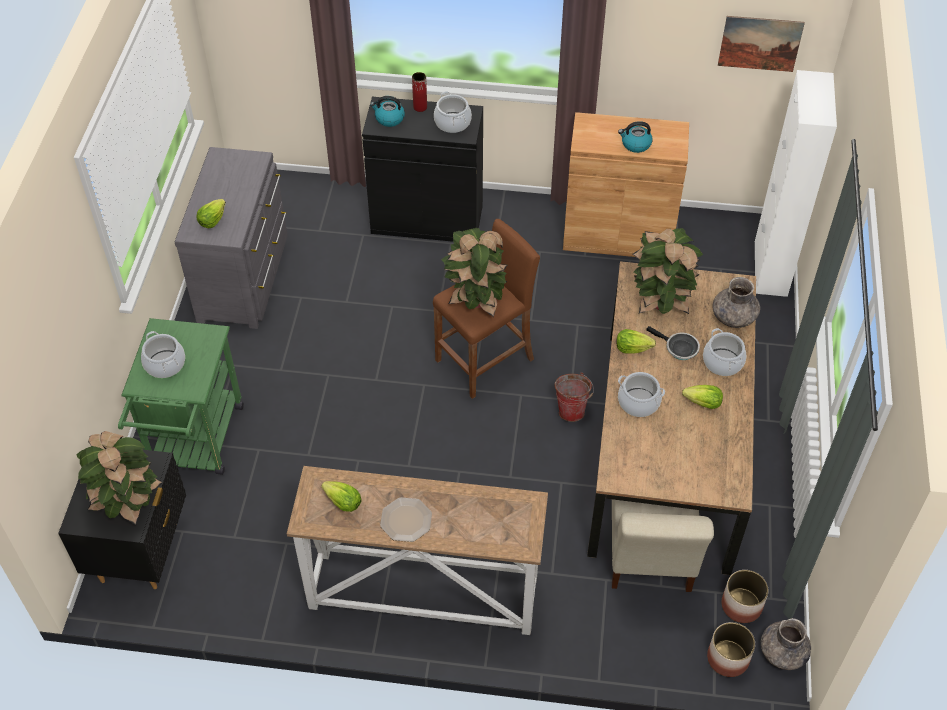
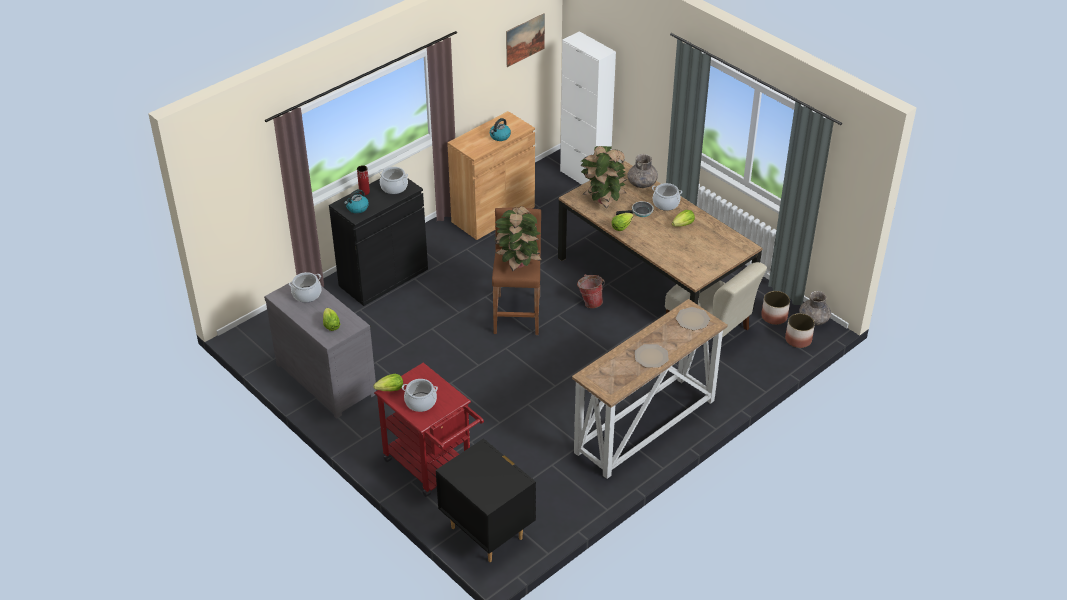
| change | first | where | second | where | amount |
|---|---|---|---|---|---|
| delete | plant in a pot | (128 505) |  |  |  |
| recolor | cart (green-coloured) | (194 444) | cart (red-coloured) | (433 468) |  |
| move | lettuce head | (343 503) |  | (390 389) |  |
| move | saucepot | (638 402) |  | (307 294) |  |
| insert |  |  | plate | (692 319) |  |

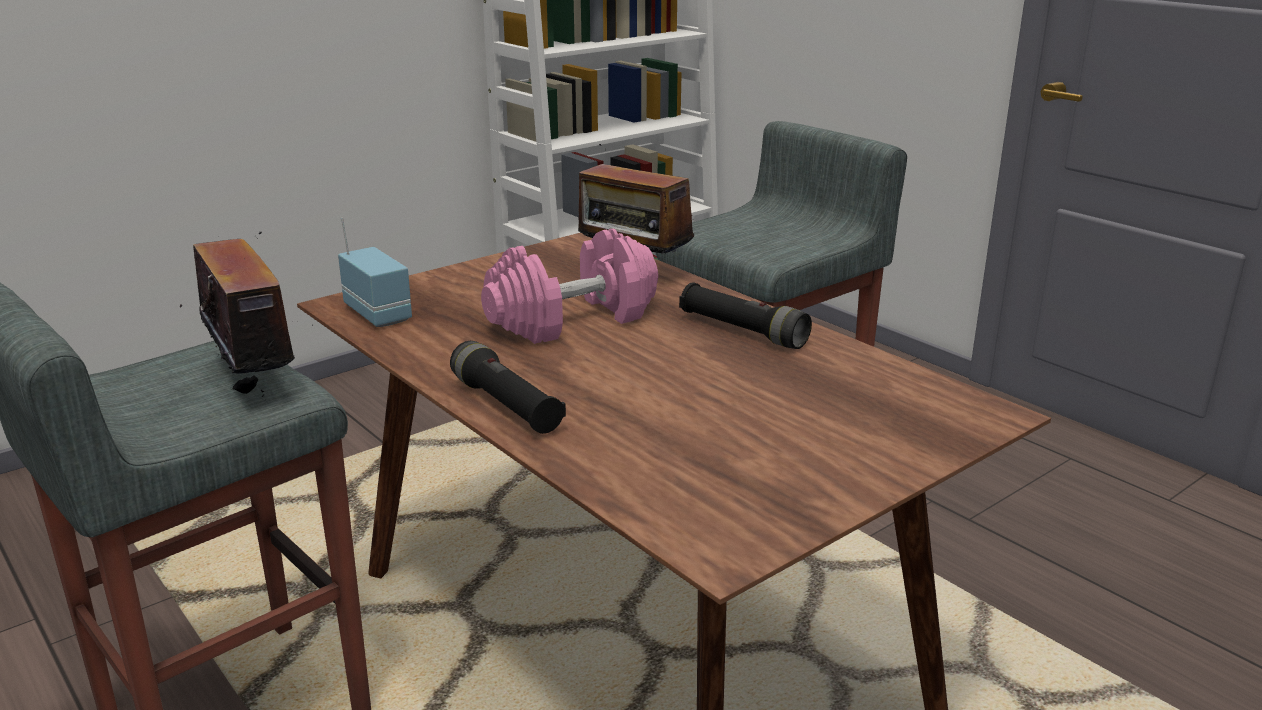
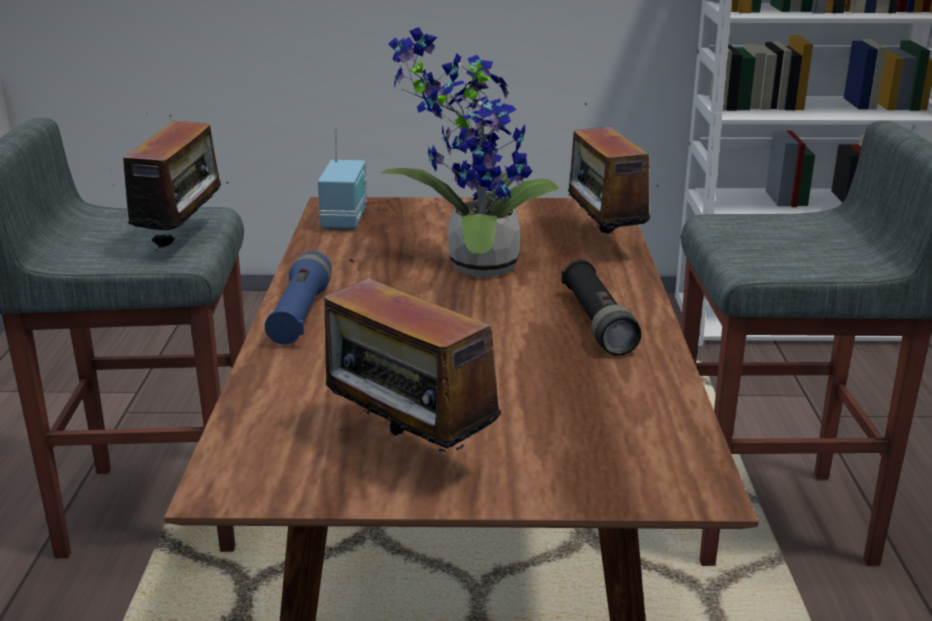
| change | first | where | second | where | amount |
|---|---|---|---|---|---|
| recolor | flashlight (blackish) | (506 405) | flashlight (bluish) | (300 315) |  |
| replace | hand weight (pink) | (572 319) | plant in a pot | (473 266) |  |
| insert |  |  | radio | (408 452) |  |

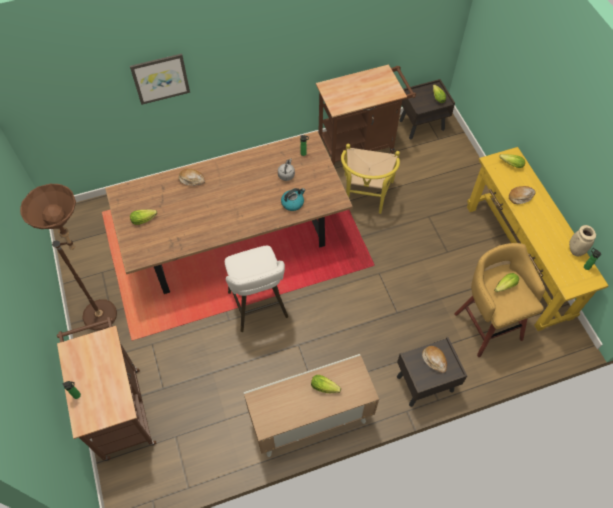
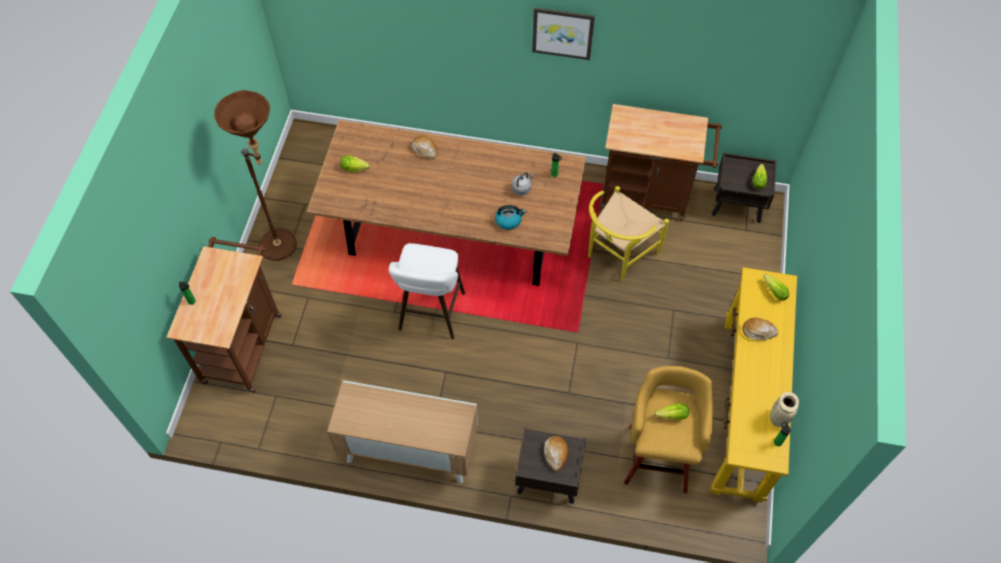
| change | first | where | second | where | amount |
|---|---|---|---|---|---|
| move | wall art | (160 78) |  | (562 32) |  |
| delete | lettuce head | (326 387) |  |  |  |

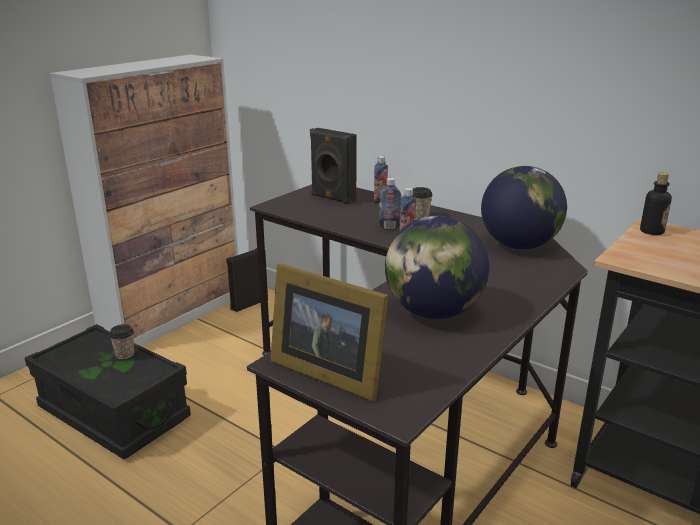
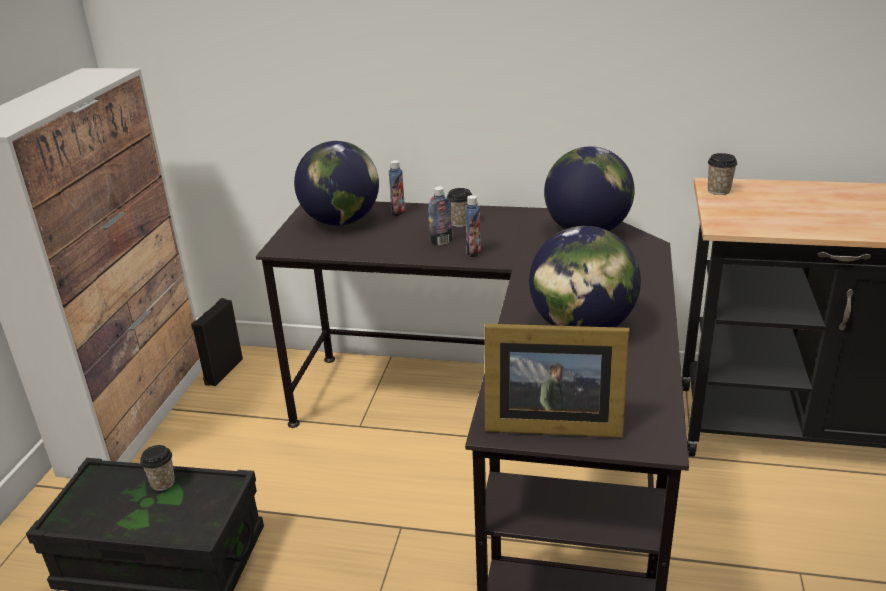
| change | first | where | second | where | amount |
|---|---|---|---|---|---|
| replace | audio speaker (blackish) | (332 198) | world globe | (341 221) |  |
| replace | beverage bottle | (651 231) | cup | (718 191) |  |

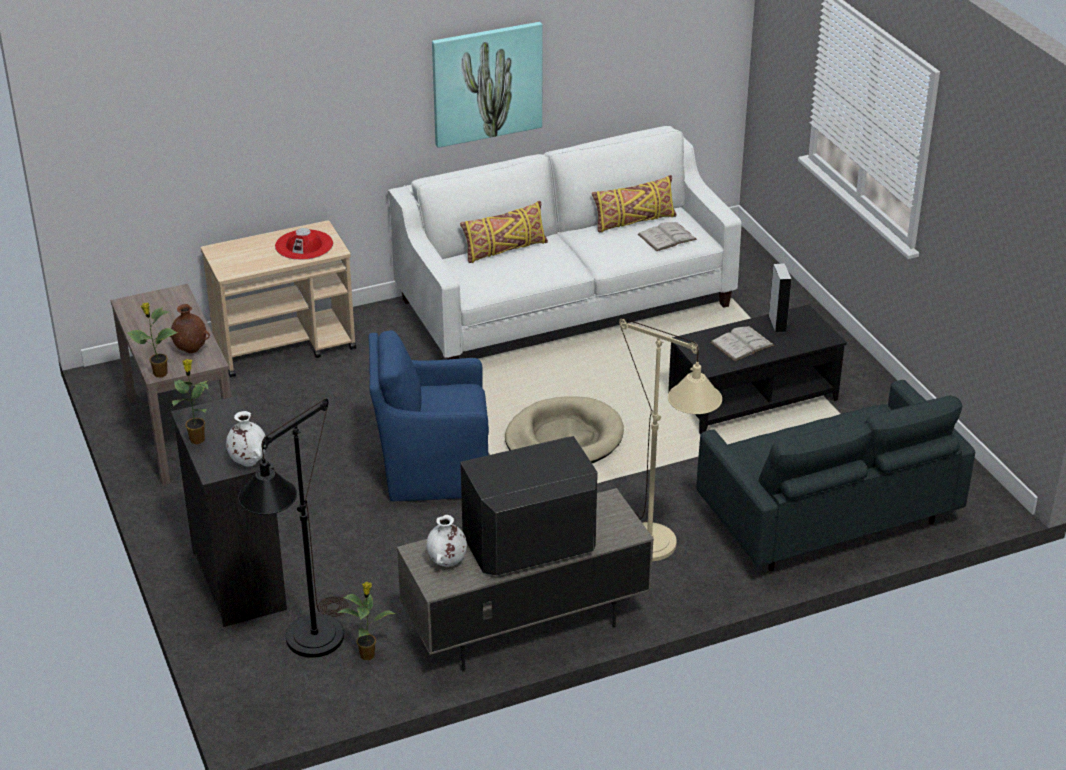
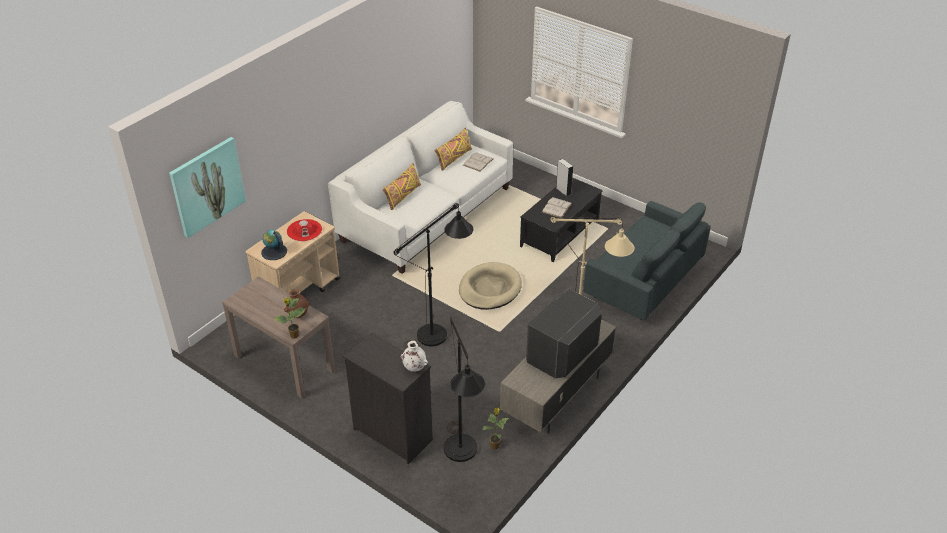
| change | first | where | second | where | amount |
|---|---|---|---|---|---|
| delete | plant in a pot | (197 438) |  |  |  |
| replace | armchair (bluish) | (431 470) | standard lamp (blackish) | (439 332) |  |
| delete | decorative vase (white) | (447 563) |  |  |  |
| move | wall art | (486 83) |  | (207 186) |  |
| insert |  |  | world globe | (274 252) |  |

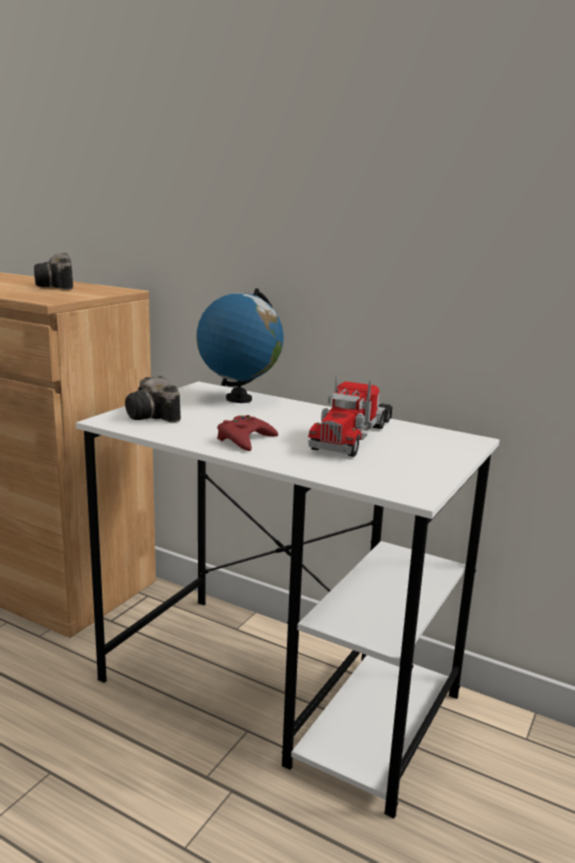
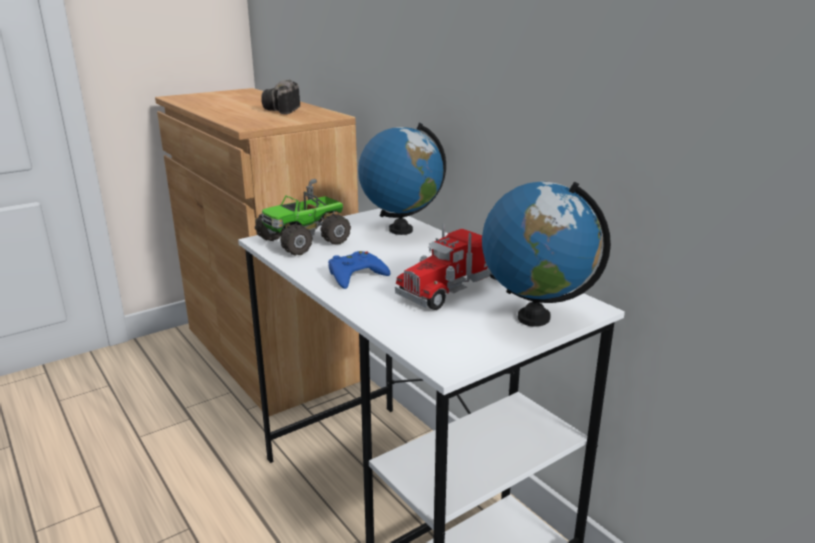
| change | first | where | second | where | amount |
|---|---|---|---|---|---|
| replace | still camera | (153 416) | toy truck | (305 241) |  |
| recolor | gamepad (red-coloured) | (245 439) | gamepad (bluish) | (356 275) |  |
| insert |  |  | world globe | (534 317) |  |

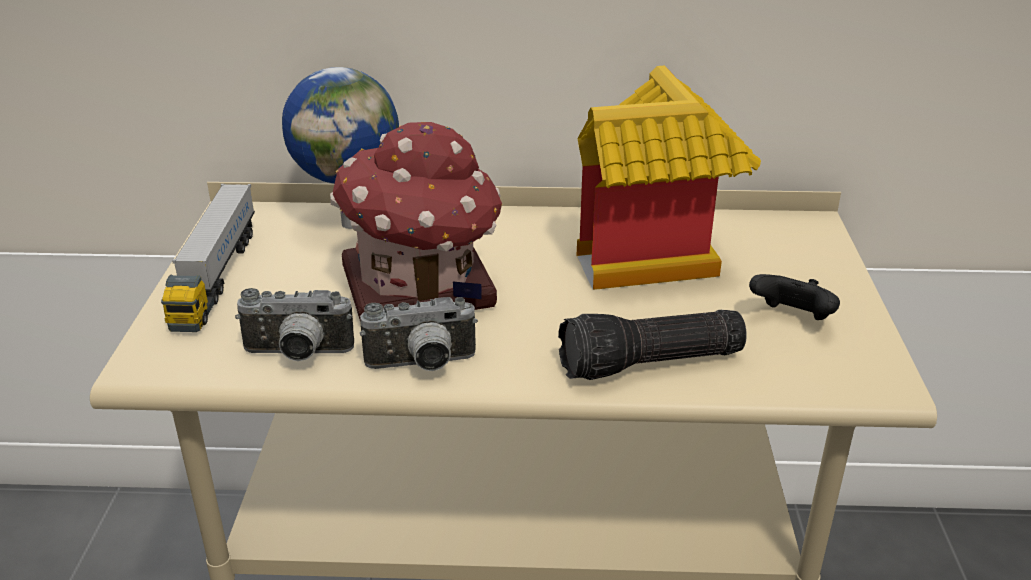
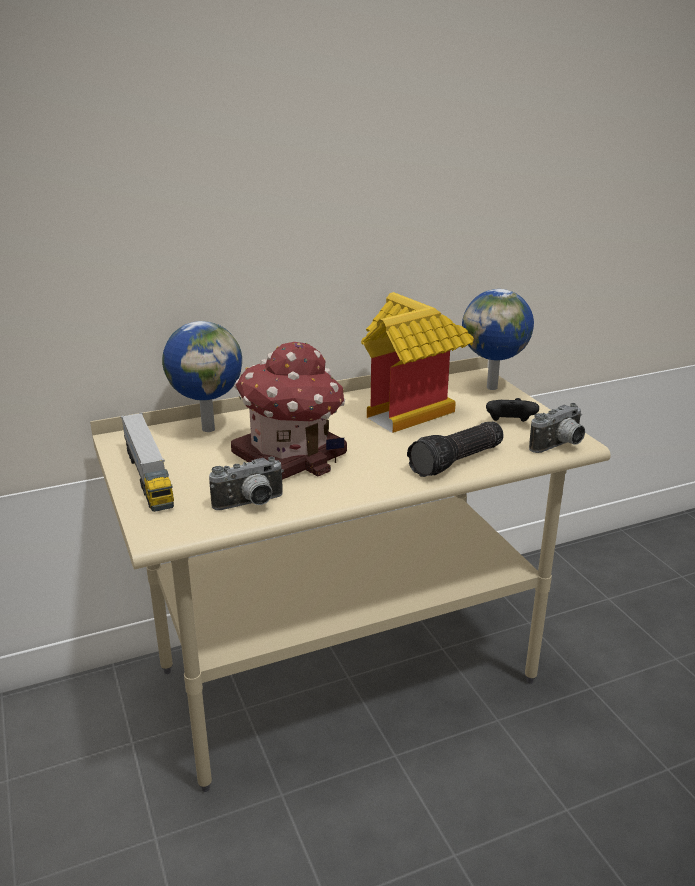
| change | first | where | second | where | amount |
|---|---|---|---|---|---|
| move | still camera | (422 366) |  | (560 446) |  |
| insert |  |  | world globe | (493 387) |  |

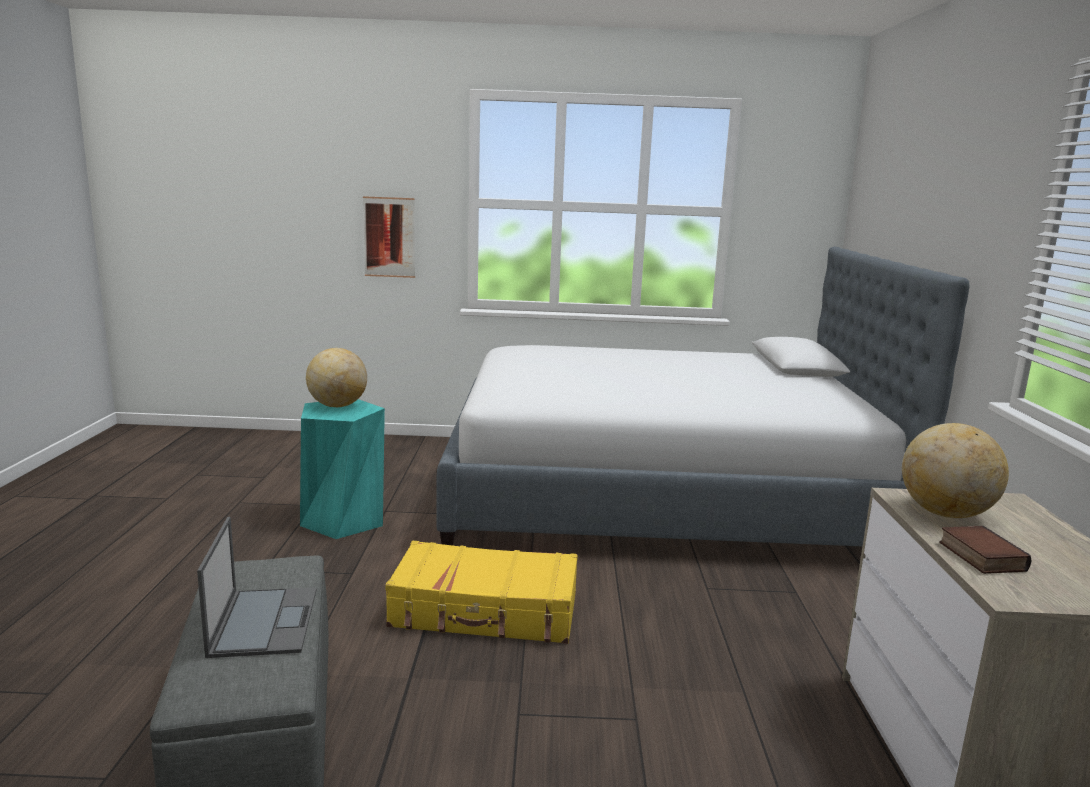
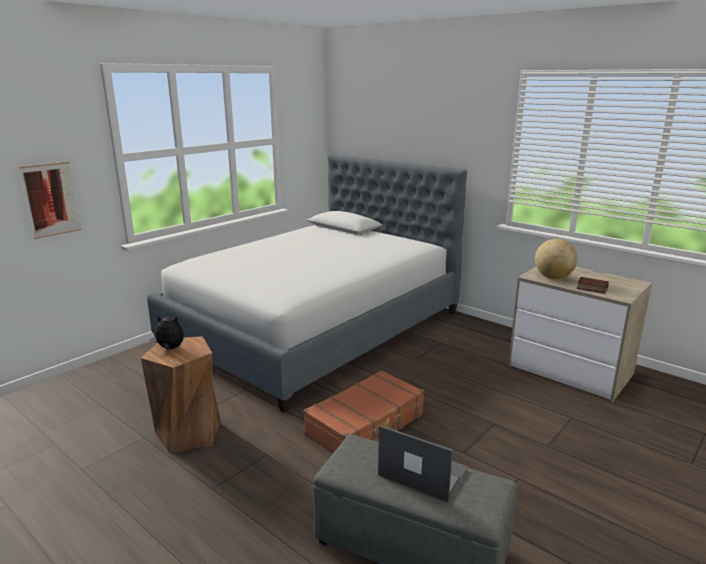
| change | first | where | second | where | amount |
|---|---|---|---|---|---|
| recolor | stool (turquoise) | (343 520) | stool (brown-coloured) | (189 433) |  |
| replace | world globe | (337 406) | cuddly toy | (170 348) |  |
| recolor | piece of luggage (yellow) | (485 611) | piece of luggage (brown-coloured) | (366 425) |  |

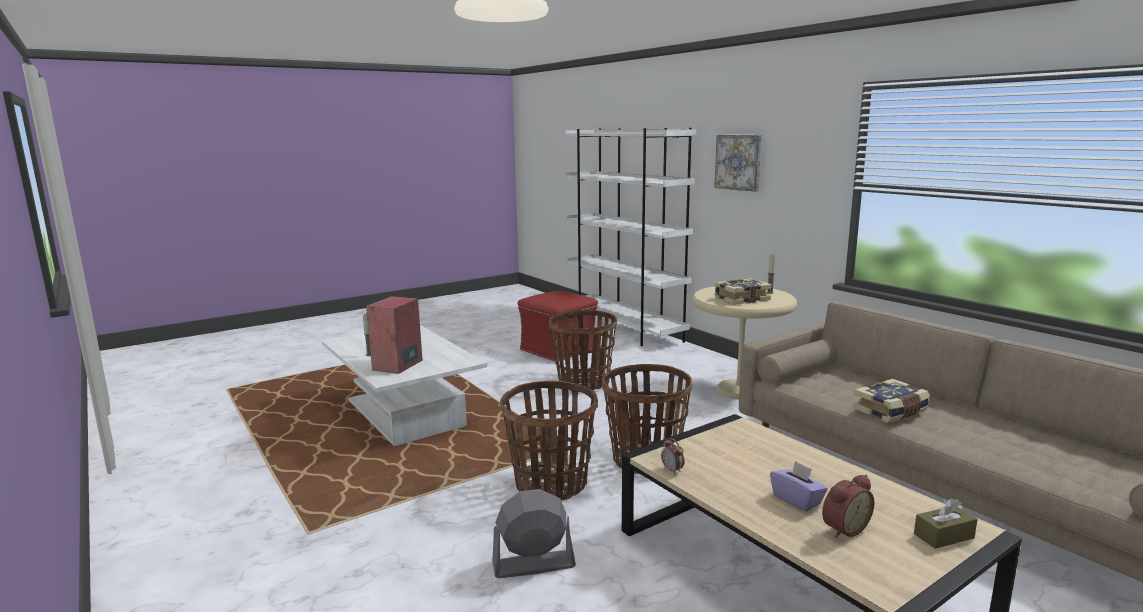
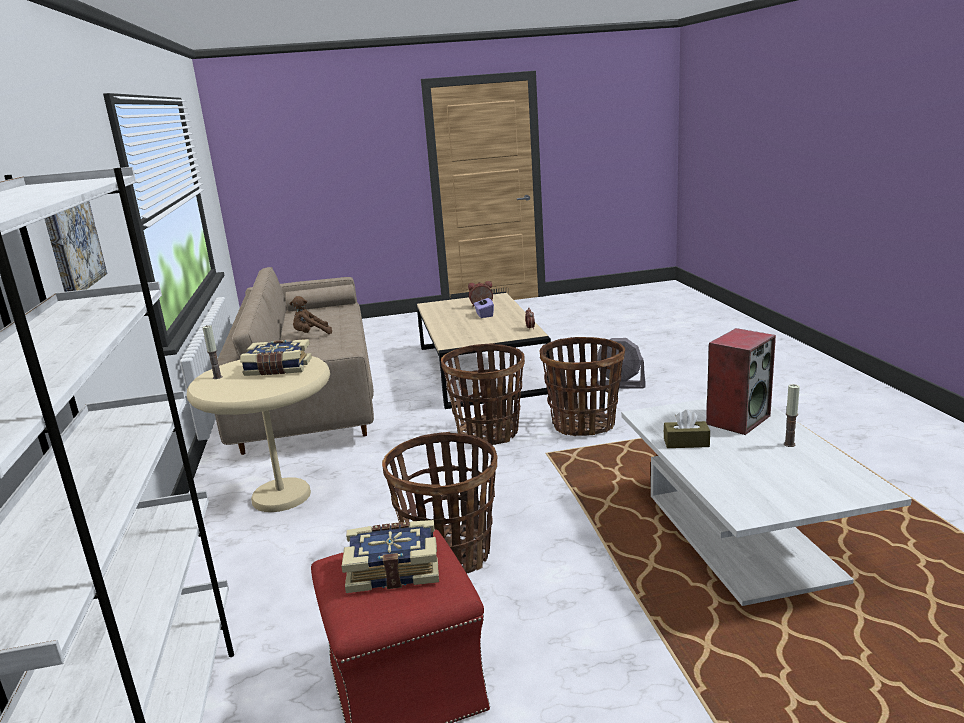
| change | first | where | second | where | amount |
|---|---|---|---|---|---|
| move | volume | (891 411) |  | (393 568) |  |
| move | box of tissues (brown-coloured) | (943 536) |  | (686 442) |  |
| insert |  |  | cuddly toy (brown-coloured) | (311 335) |  |

